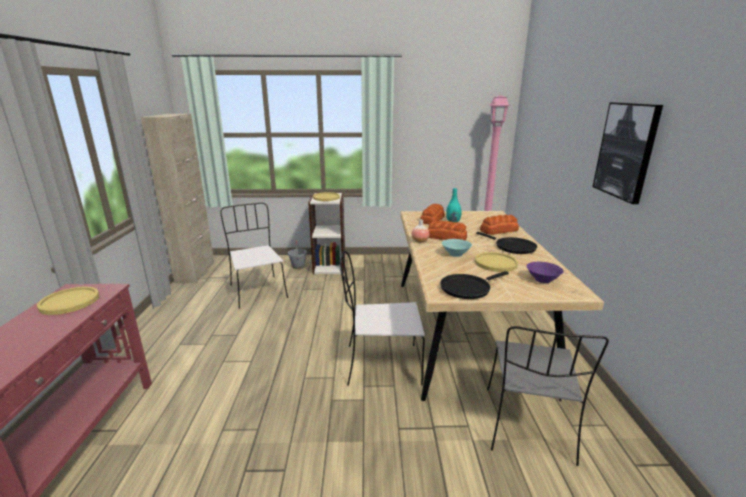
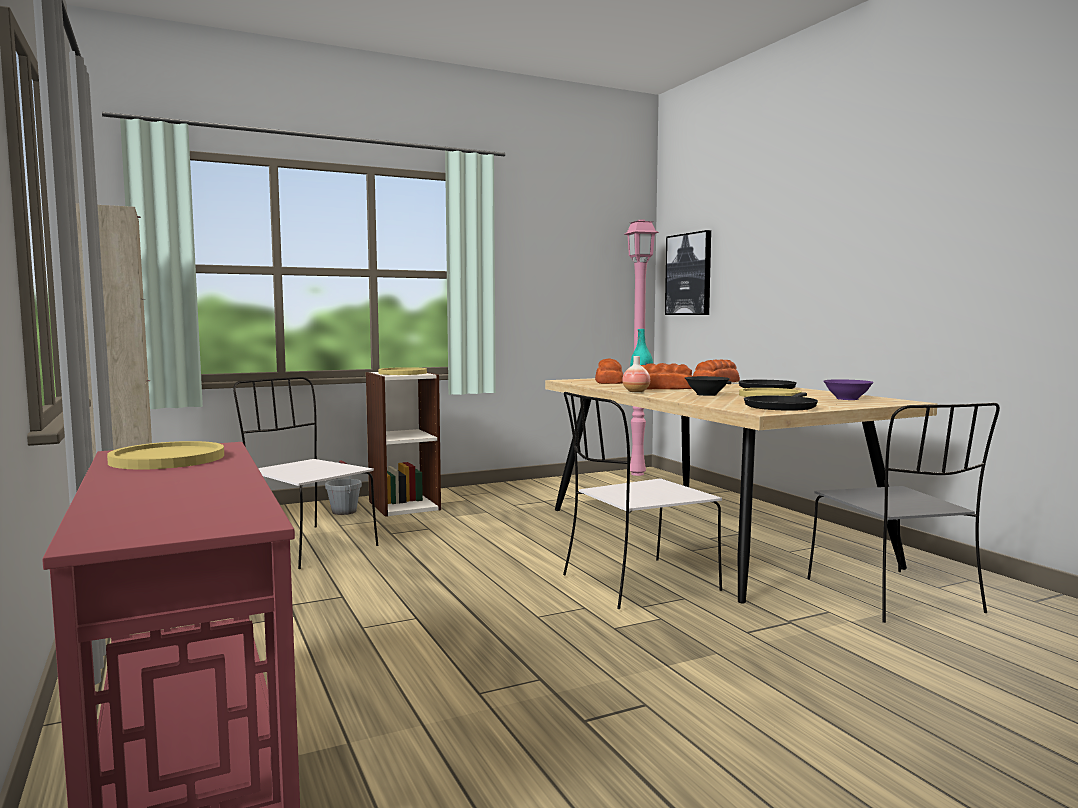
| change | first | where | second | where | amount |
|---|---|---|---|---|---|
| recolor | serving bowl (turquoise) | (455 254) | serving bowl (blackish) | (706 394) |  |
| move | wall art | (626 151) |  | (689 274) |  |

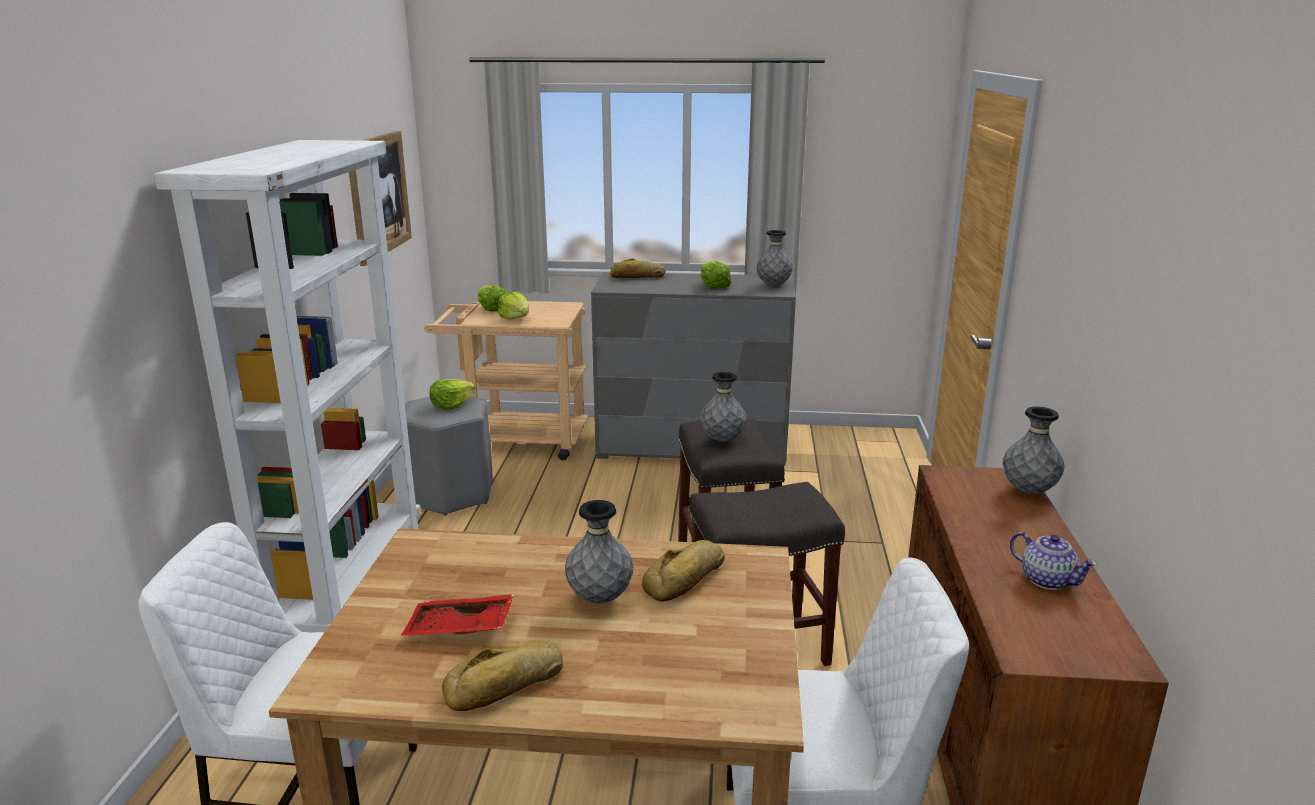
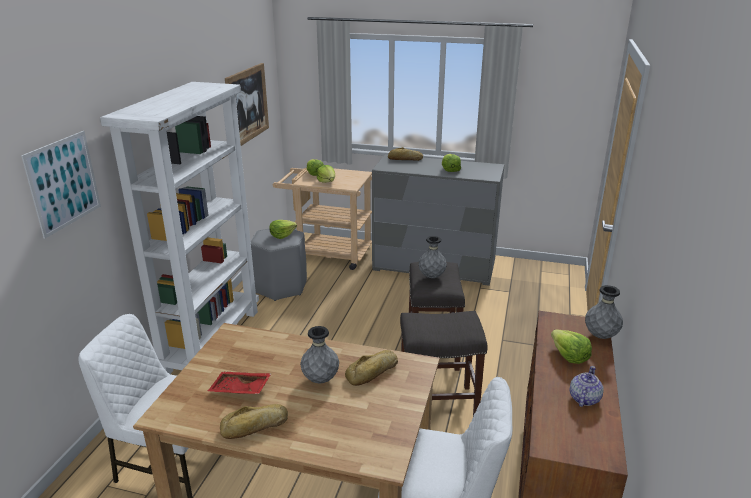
| change | first | where | second | where | amount |
|---|---|---|---|---|---|
| delete | decorative vase (greyish) | (773 285) |  |  |  |
| rotate | teapot | (1047 579) |  | (584 399) | 120 degrees counterclockwise |
| insert |  |  | wall art | (63 183) |  |
| insert |  |  | lettuce head | (569 356) |  |

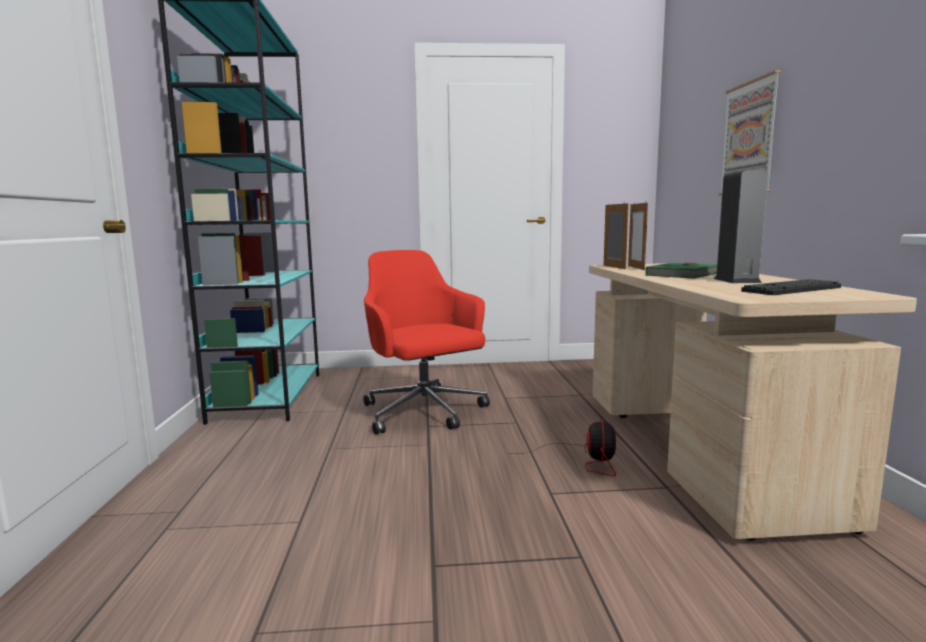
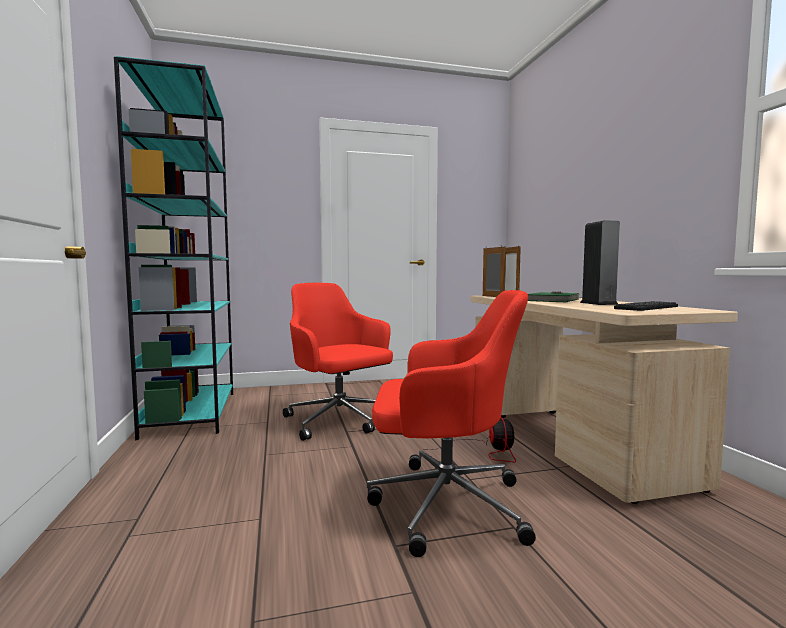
| change | first | where | second | where | amount |
|---|---|---|---|---|---|
| delete | wall art | (749 138) |  |  |  |
| insert |  |  | desk chair (red-coloured) | (443 504) |  |

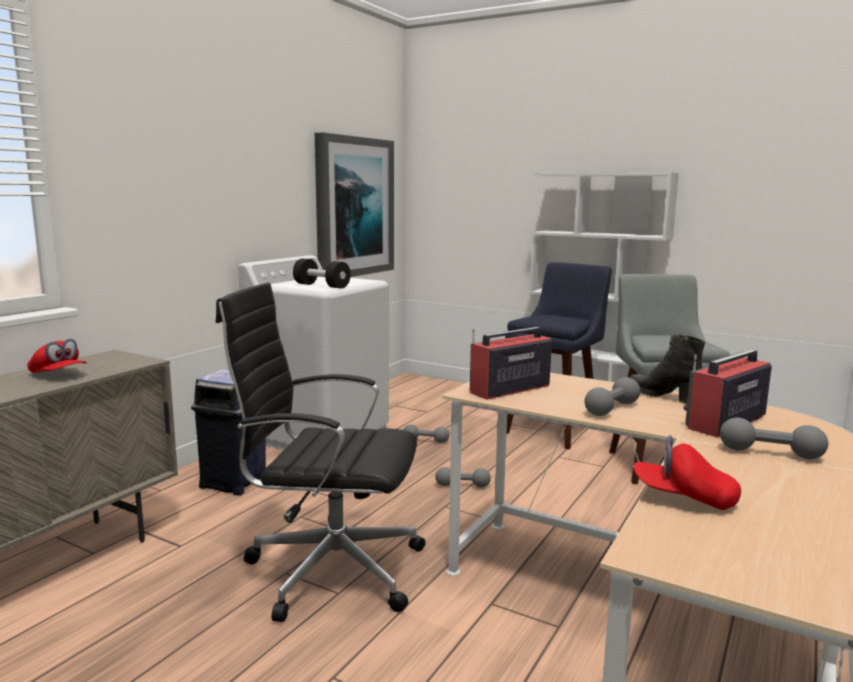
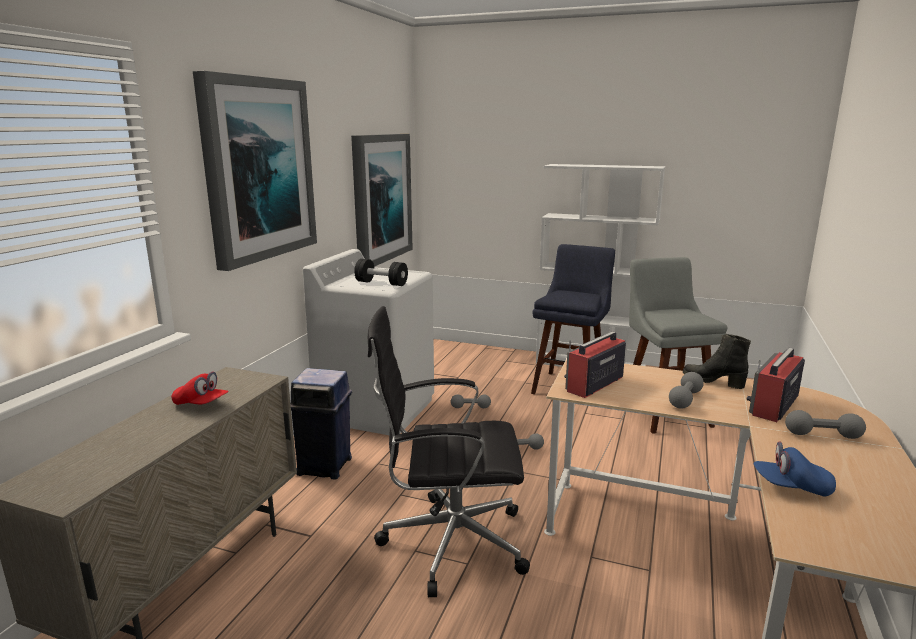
| change | first | where | second | where | amount |
|---|---|---|---|---|---|
| recolor | baseball cap (red-coloured) | (684 498) | baseball cap (bluish) | (791 487) |  |
| insert |  |  | wall art | (258 169) |  |

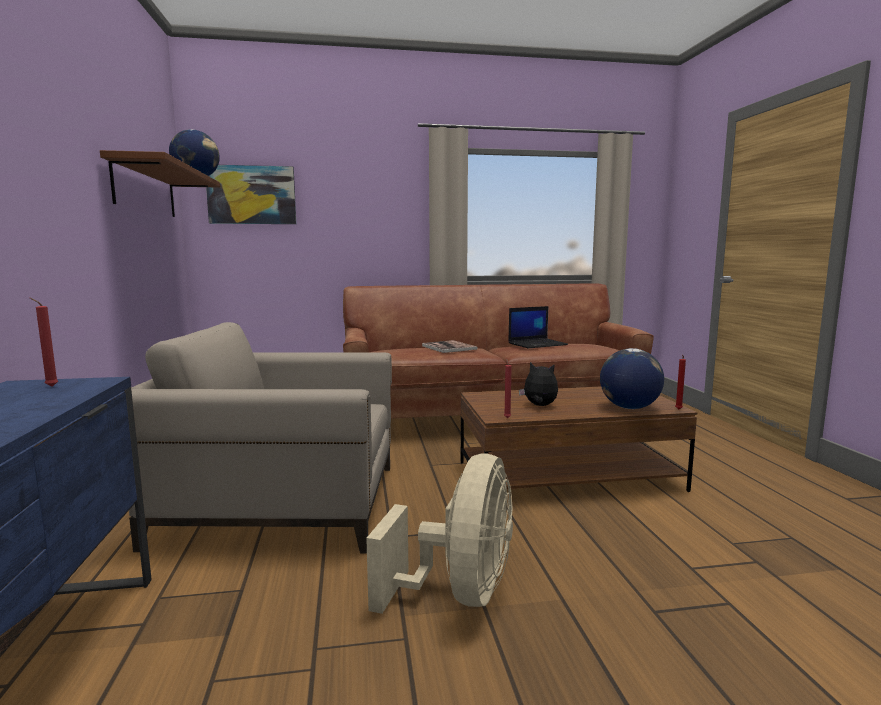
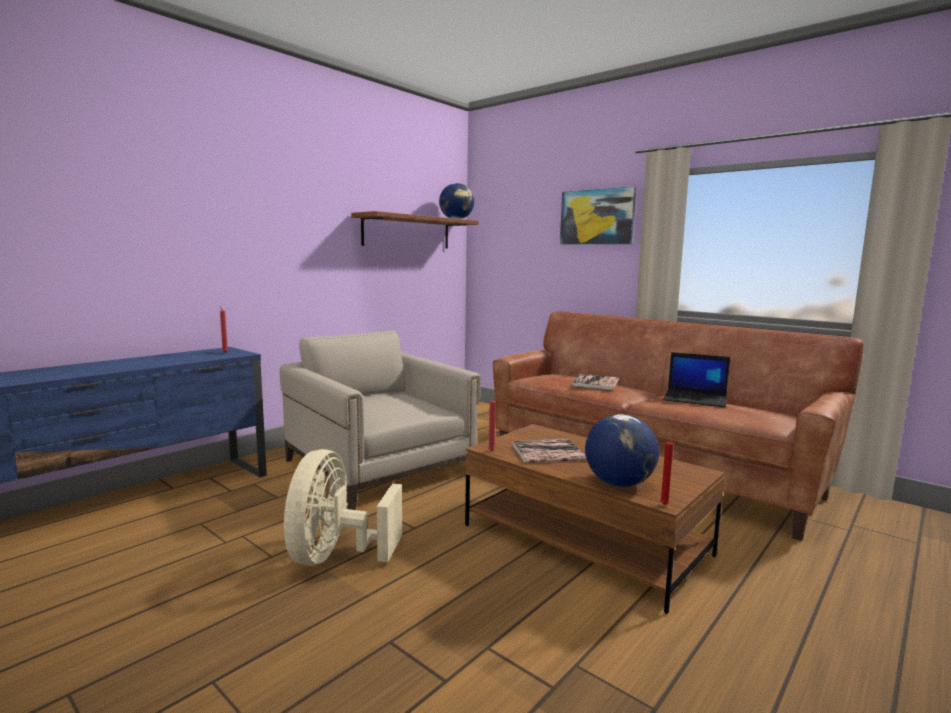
| change | first | where | second | where | amount |
|---|---|---|---|---|---|
| move | wall art | (252 195) |  | (597 217) |  |
| rotate | fan (beige) | (460 593) |  | (335 556) | 120 degrees clockwise |
| replace | cuddly toy | (539 406) | volume | (548 452) |  |

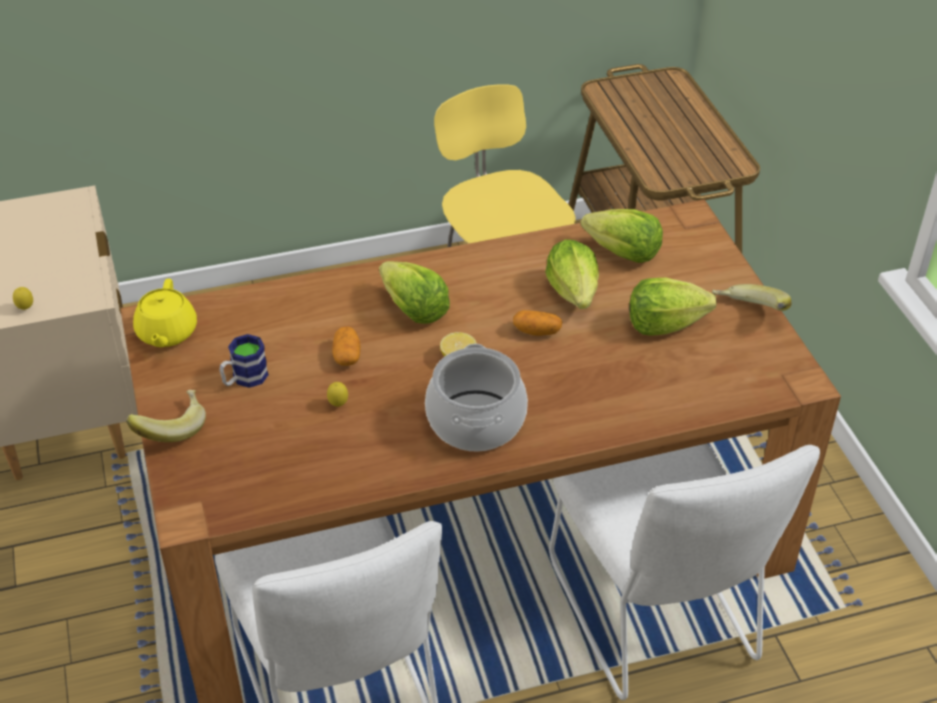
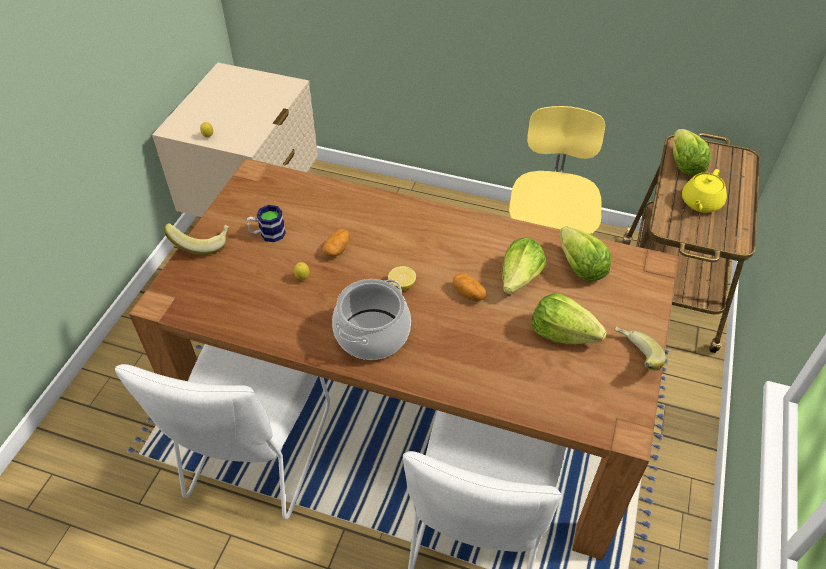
| change | first | where | second | where | amount |
|---|---|---|---|---|---|
| move | teapot (yellow) | (166 333) |  | (700 203) |  |
| move | lettuce head | (413 309) |  | (684 164) |  |

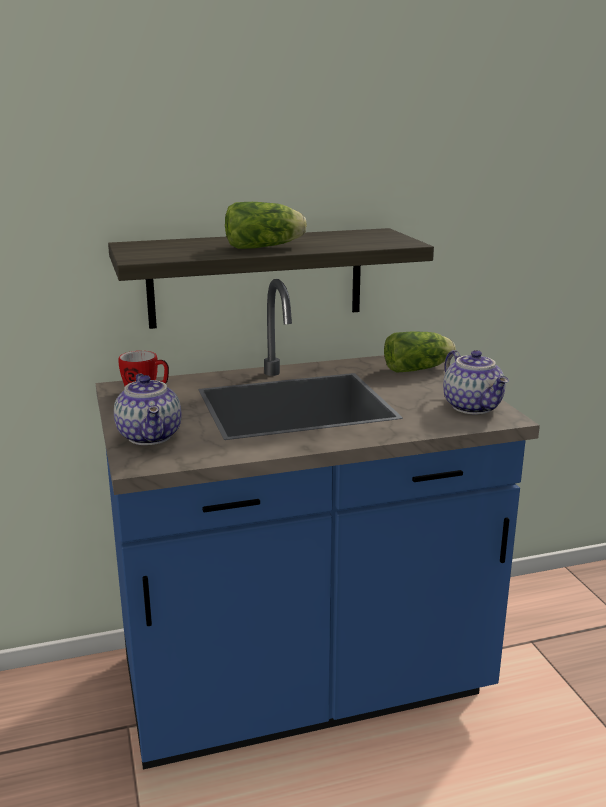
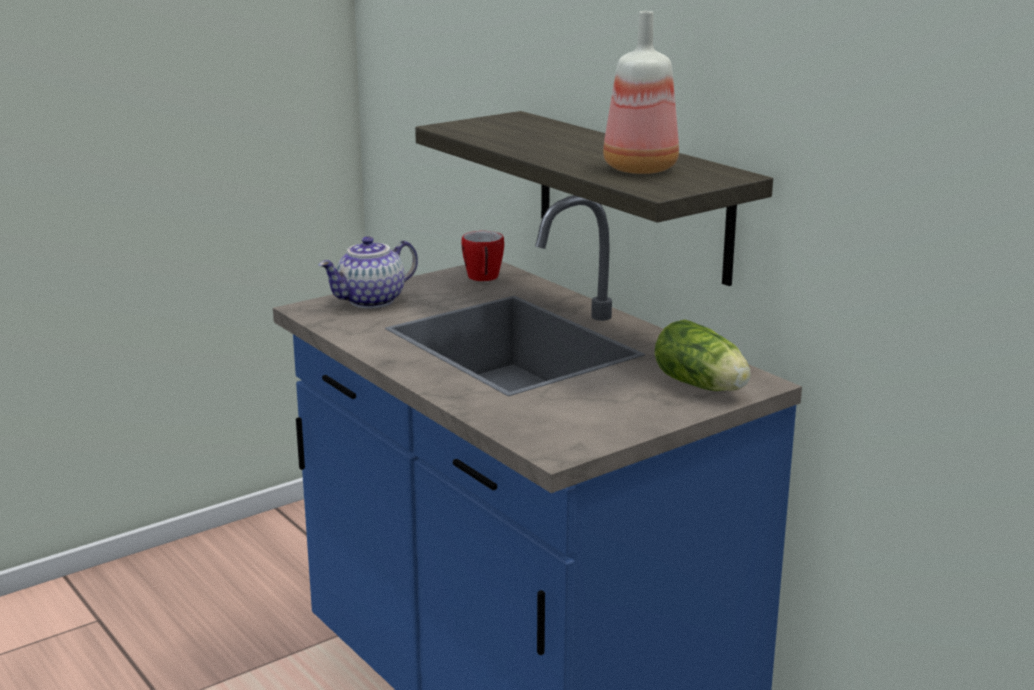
| change | first | where | second | where | amount |
|---|---|---|---|---|---|
| delete | lettuce head | (266 247) |  |  |  |
| delete | teapot | (473 407) |  |  |  |
| insert |  |  | beverage bottle | (637 168) |  |

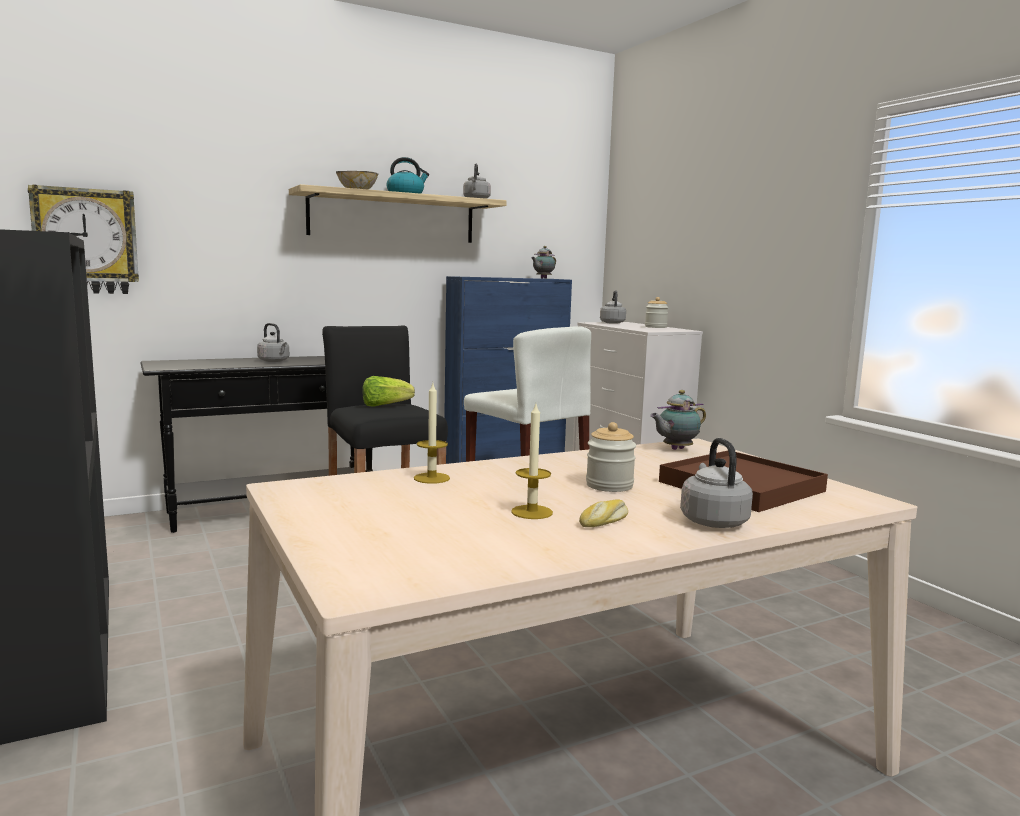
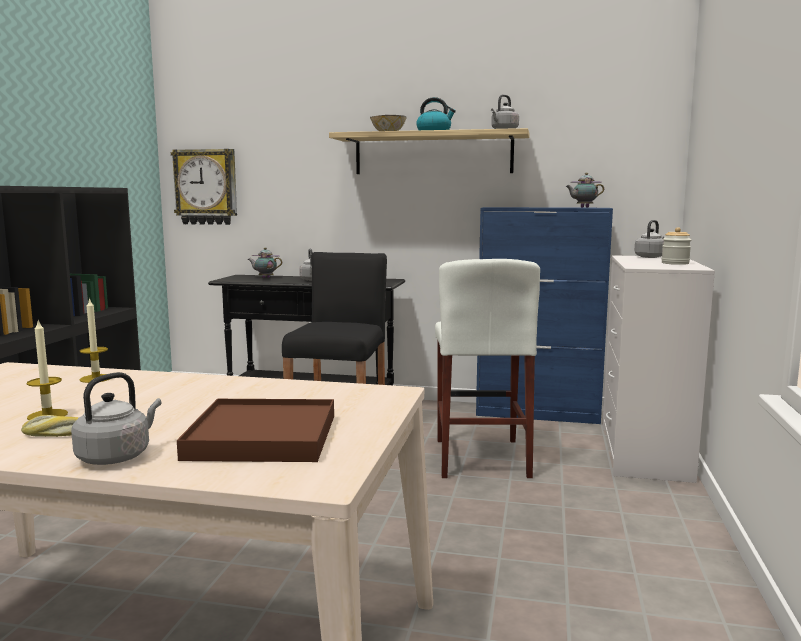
| change | first | where | second | where | amount |
|---|---|---|---|---|---|
| delete | lettuce head | (385 405) |  |  |  |
| delete | storage jar | (609 485) |  |  |  |
| move | teapot | (675 449) |  | (265 278) |  |

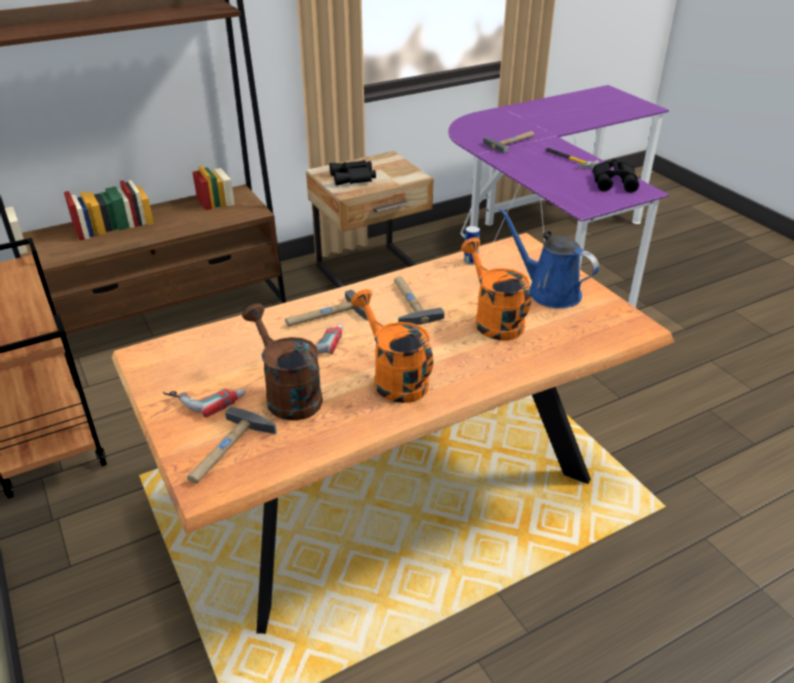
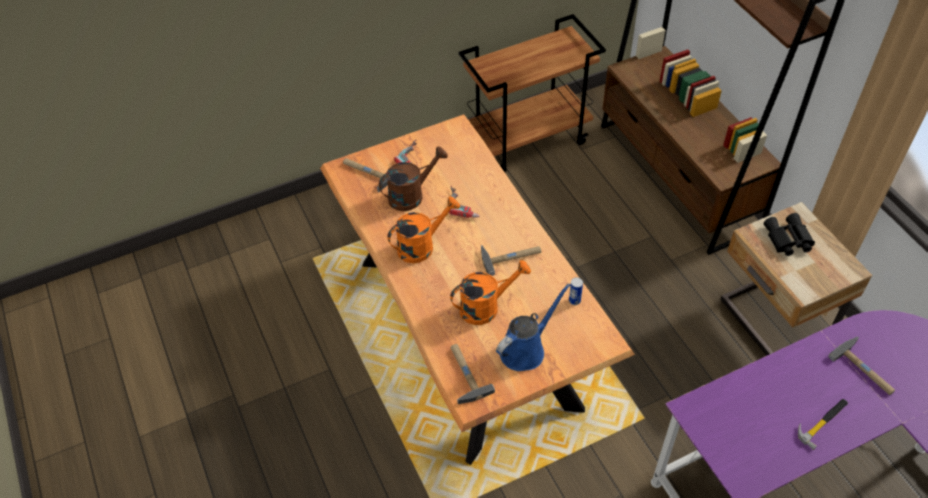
| change | first | where | second | where | amount |
|---|---|---|---|---|---|
| move | hammer | (326 317) |  | (464 374) |  |
| delete | field glasses (blackish) | (615 182) |  |  |  |

